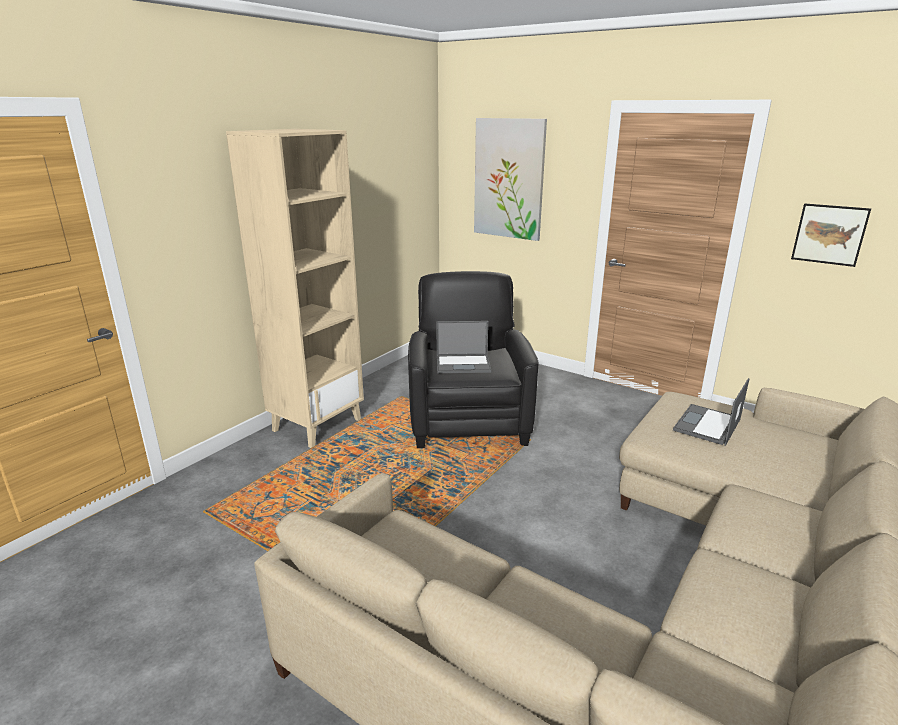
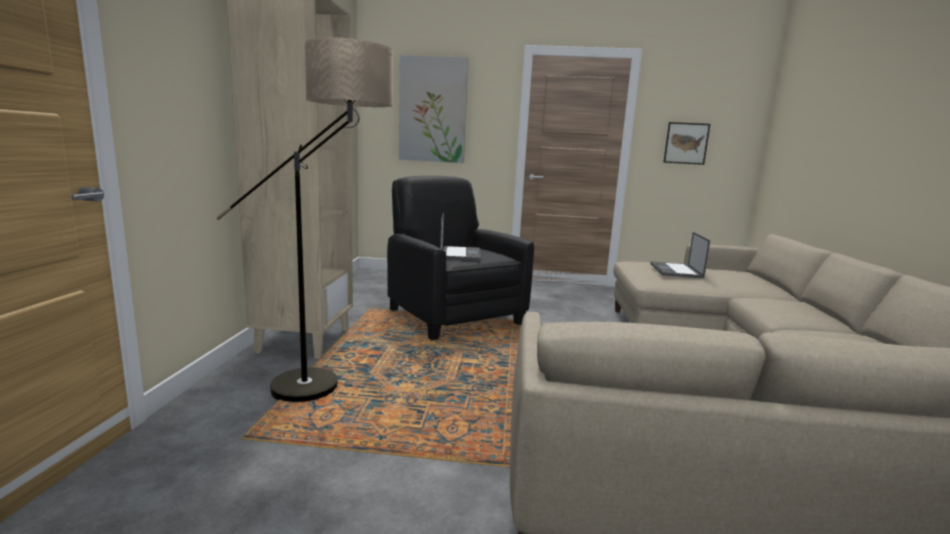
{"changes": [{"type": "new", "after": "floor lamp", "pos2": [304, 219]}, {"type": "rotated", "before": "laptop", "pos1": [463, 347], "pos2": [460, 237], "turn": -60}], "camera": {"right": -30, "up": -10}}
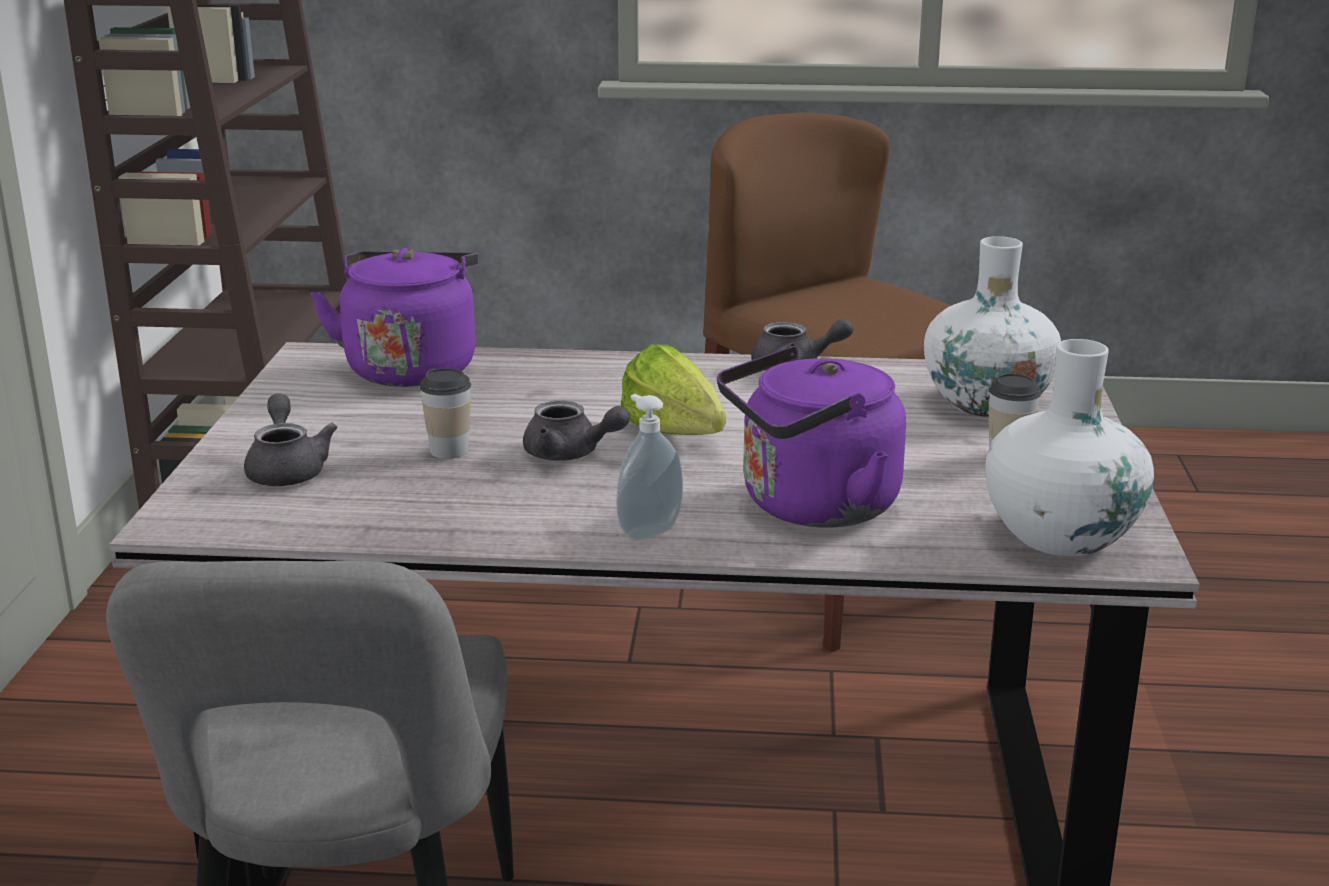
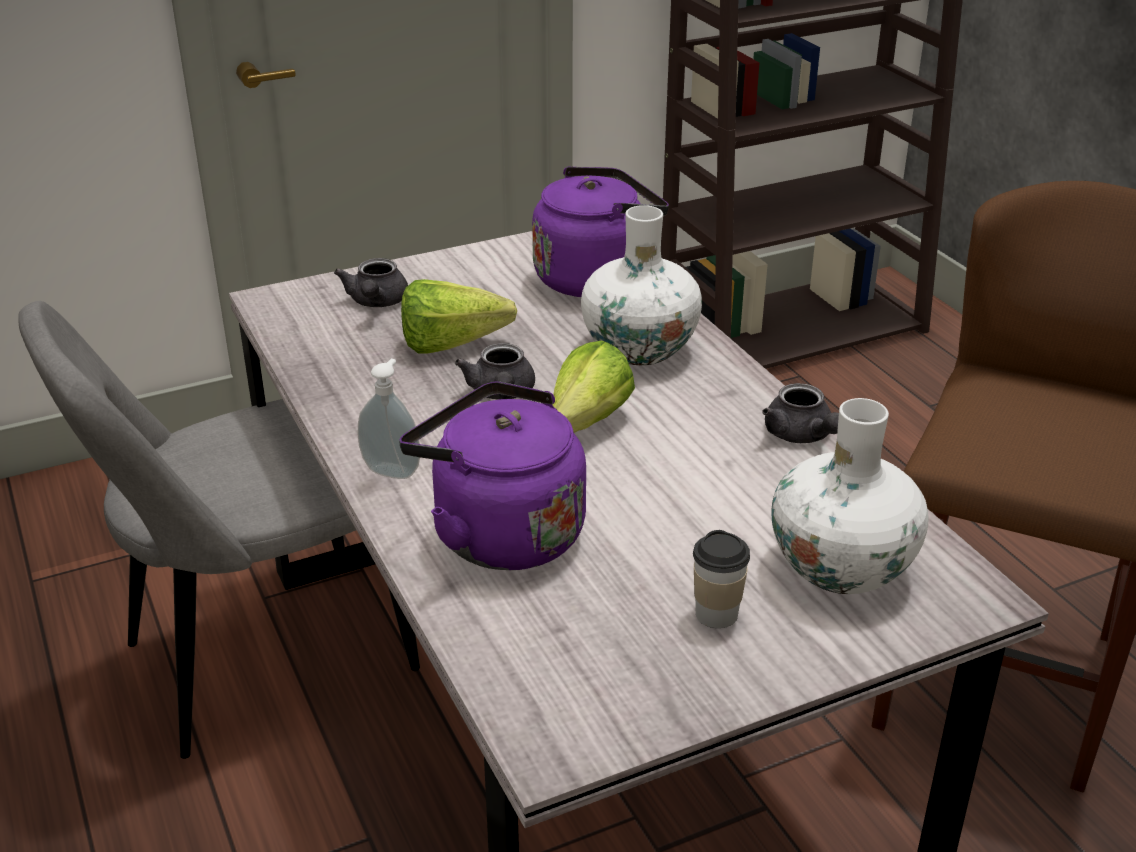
{"changes": [{"type": "shifted", "before": "vase (white)", "pos1": [1069, 447], "pos2": [641, 285]}, {"type": "swapped", "before": "cup", "after": "lettuce", "pos1": [445, 413], "pos2": [459, 316]}, {"type": "rotated", "before": "teapot (grey)", "pos1": [291, 439], "pos2": [371, 282], "turn": 135}], "camera": {"right": 60, "up": 10}}
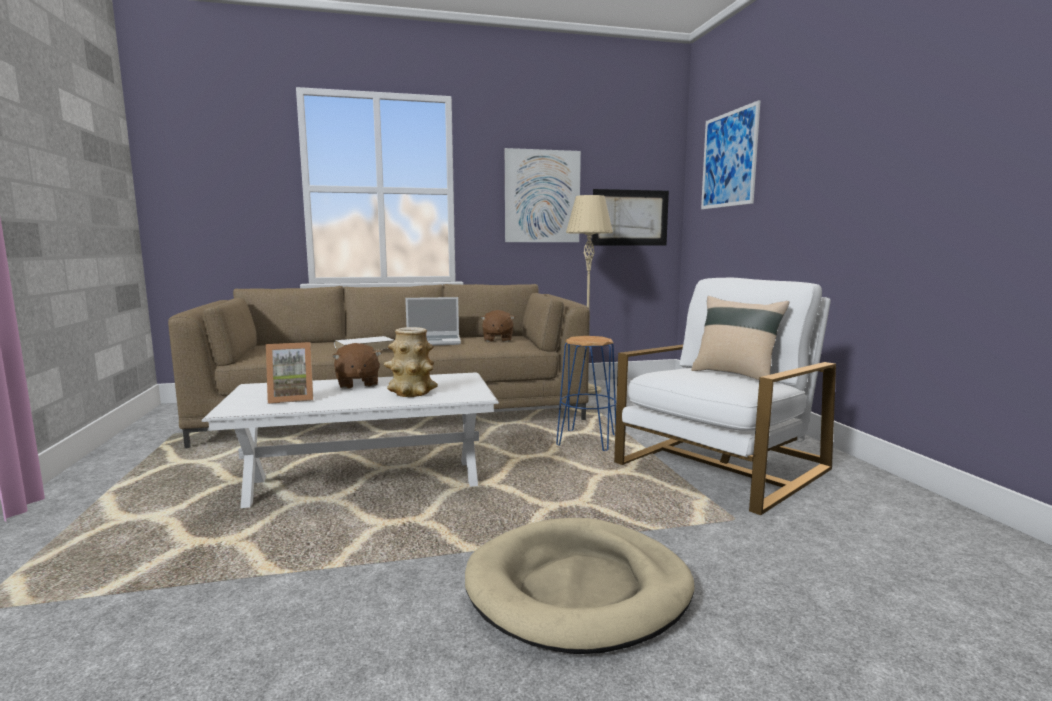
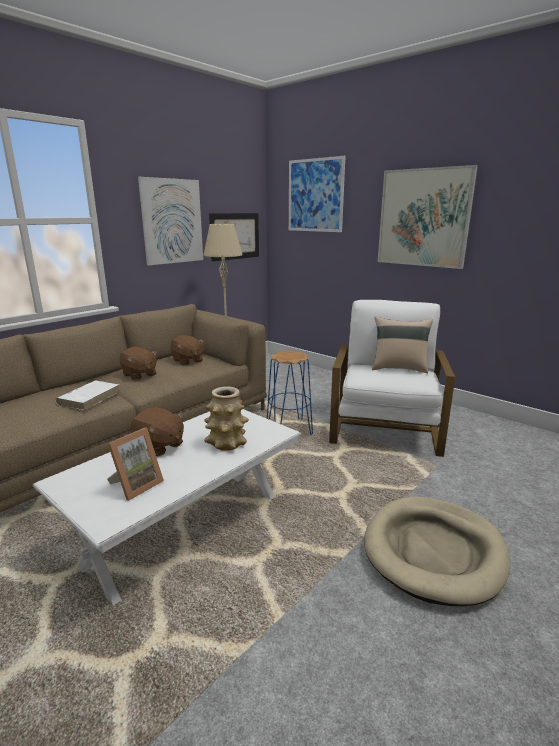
{"changes": [{"type": "new", "after": "picture", "pos2": [428, 217]}, {"type": "swapped", "before": "laptop", "after": "plush toy (brown)", "pos1": [433, 321], "pos2": [138, 363]}], "camera": {"right": -35, "up": 10}}
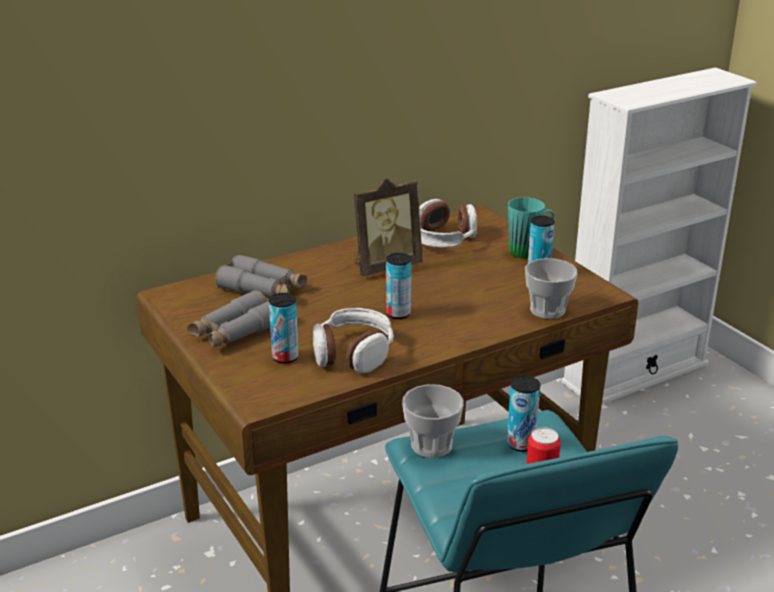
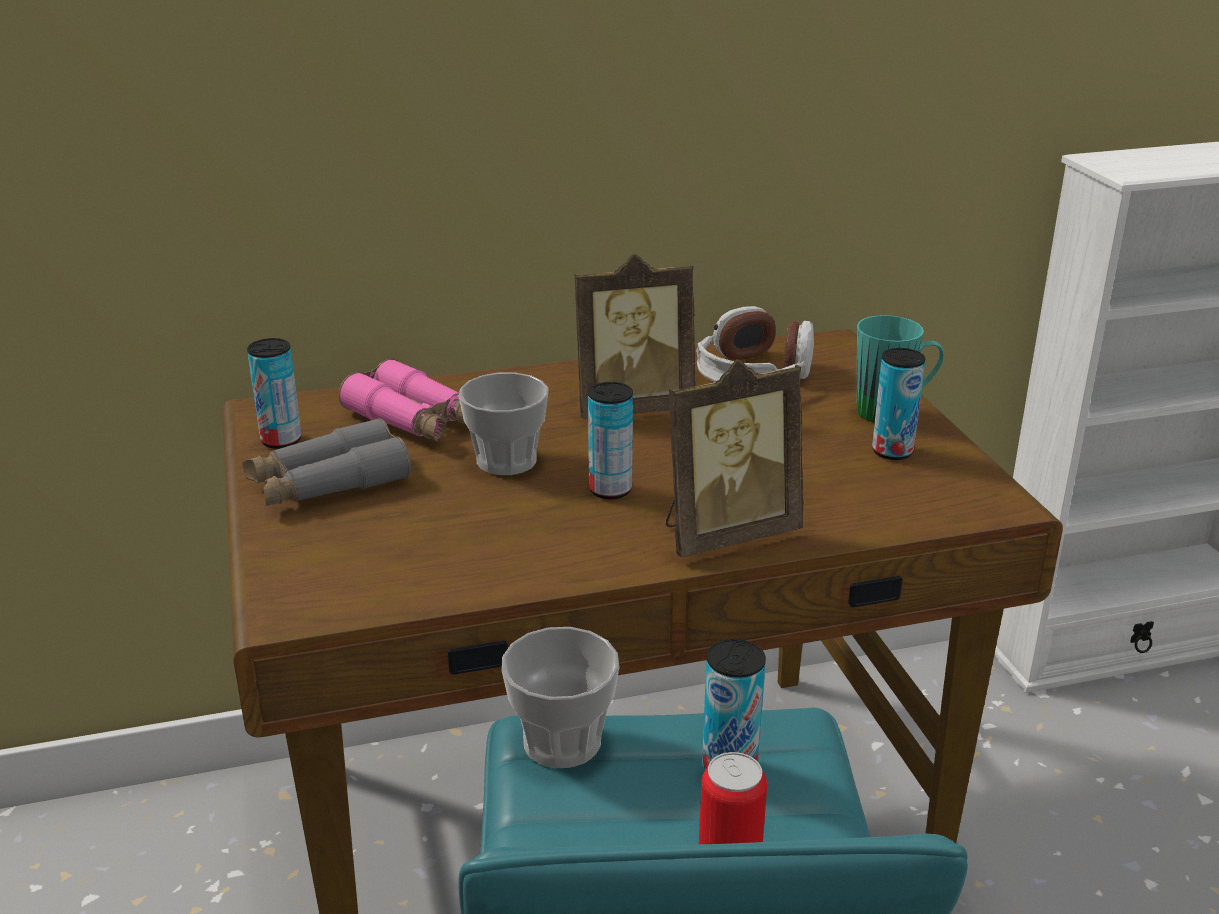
{"changes": [{"type": "gone", "before": "headphones", "pos1": [353, 341]}, {"type": "new", "after": "picture frame", "pos2": [734, 458]}, {"type": "shifted", "before": "can", "pos1": [284, 328], "pos2": [274, 393]}, {"type": "shifted", "before": "cup", "pos1": [551, 288], "pos2": [504, 424]}, {"type": "repainted", "before": "binoculars (grey)", "after": "binoculars (pink)", "pos1": [261, 275], "pos2": [402, 400]}], "camera": {"right": 15, "up": 0}}
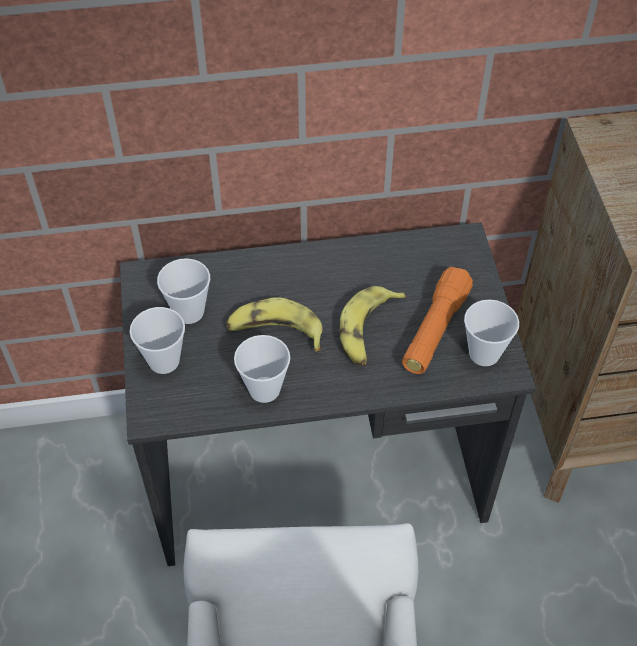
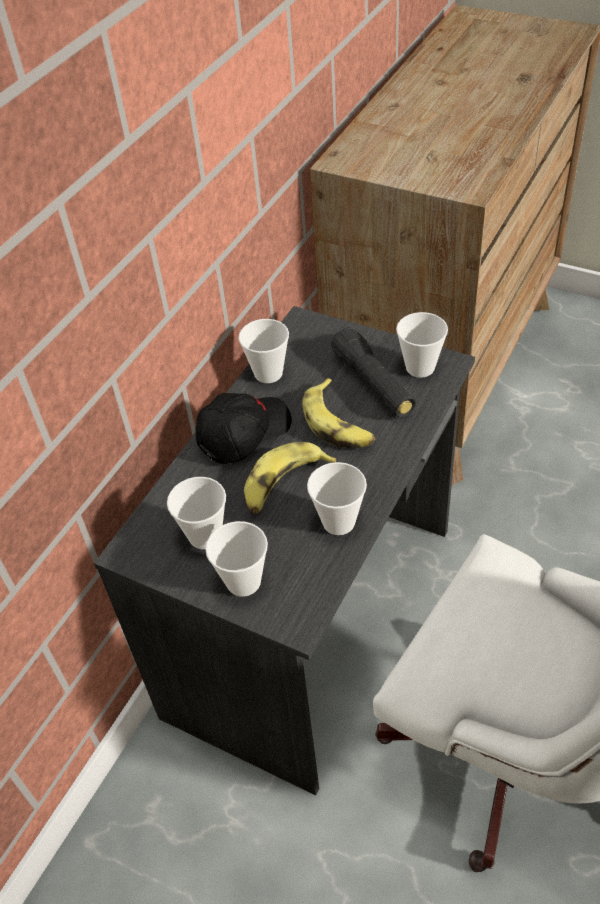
{"changes": [{"type": "new", "after": "cap (black)", "pos2": [244, 428]}, {"type": "new", "after": "cup", "pos2": [264, 351]}, {"type": "repainted", "before": "flashlight (orange)", "after": "flashlight (black)", "pos1": [437, 320], "pos2": [373, 372]}], "camera": {"right": -50, "up": -5}}
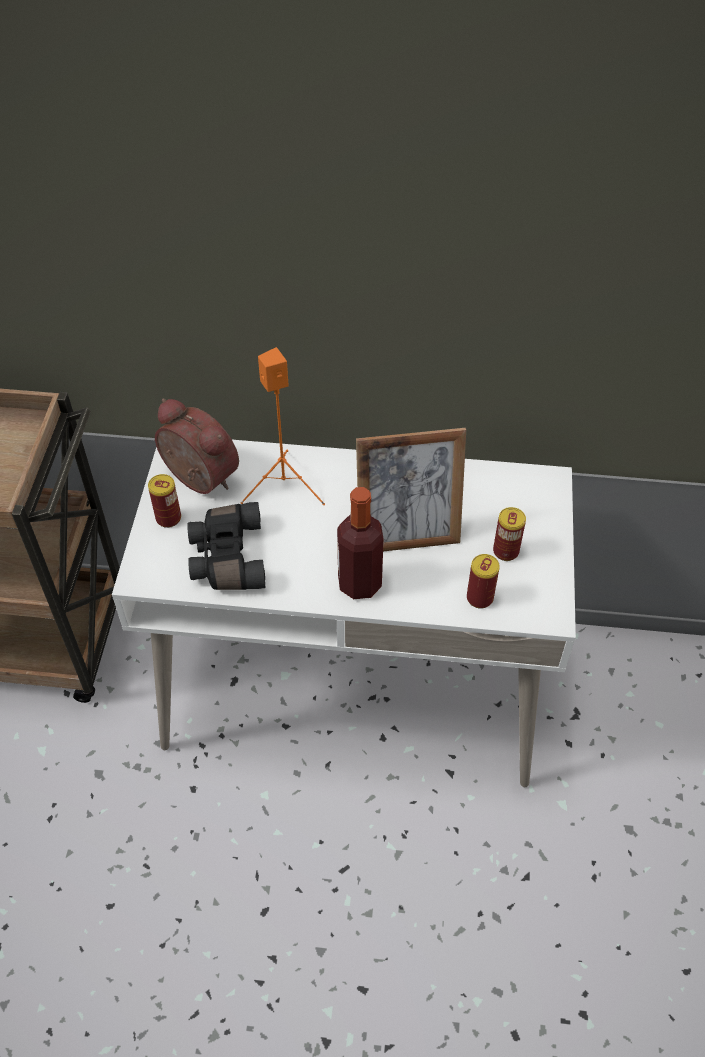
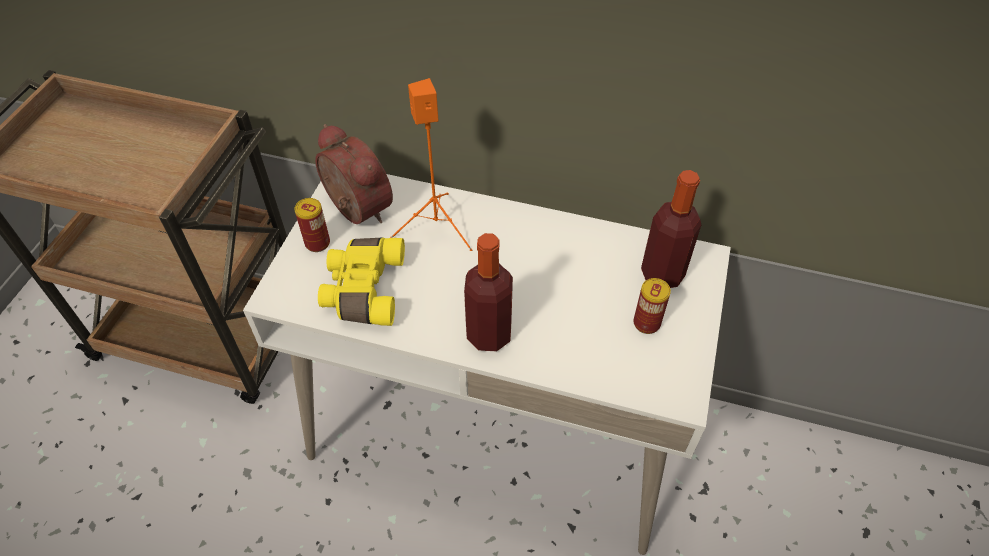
{"changes": [{"type": "gone", "before": "picture frame", "pos1": [411, 489]}, {"type": "gone", "before": "can", "pos1": [483, 581]}, {"type": "new", "after": "bottle", "pos2": [671, 229]}, {"type": "repainted", "before": "binoculars (black)", "after": "binoculars (yellow)", "pos1": [226, 546], "pos2": [361, 281]}], "camera": {"right": 10, "up": 0}}
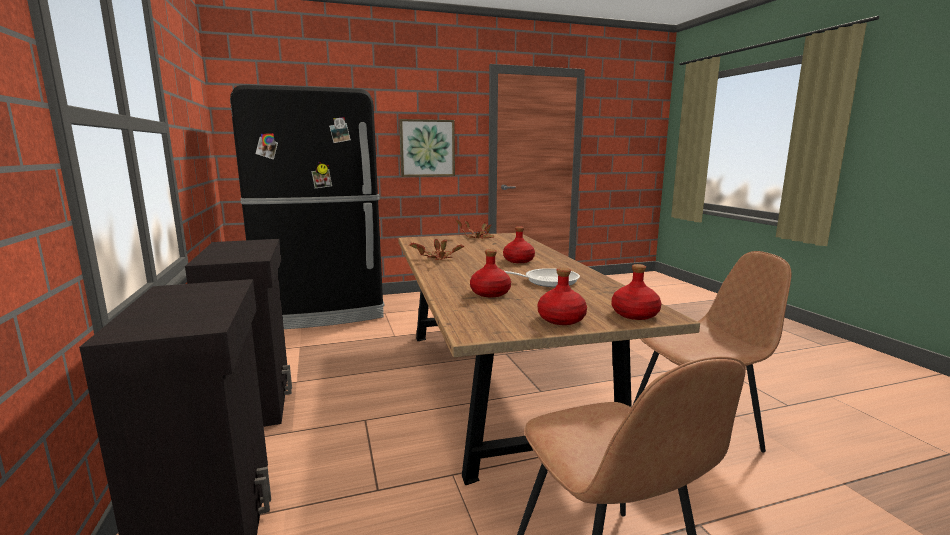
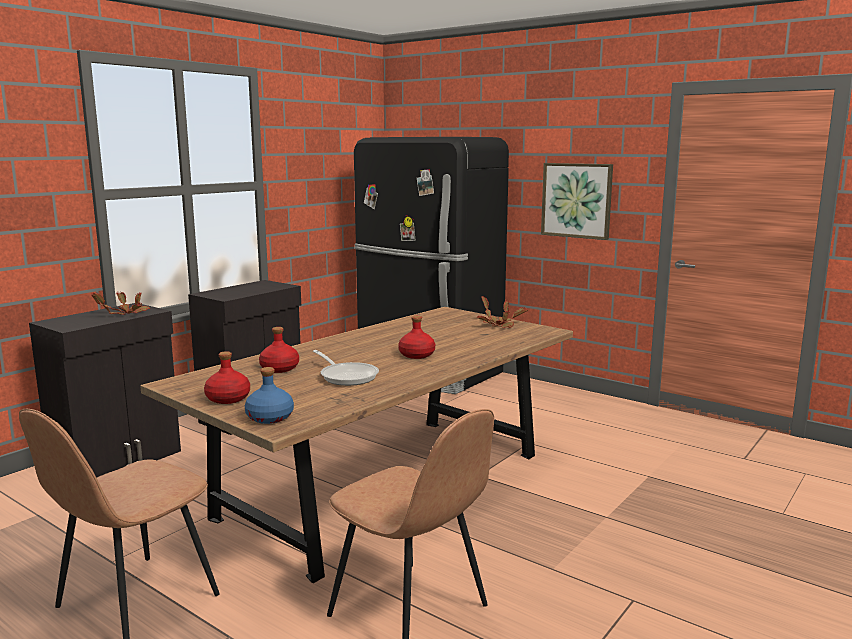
{"changes": [{"type": "shifted", "before": "potted plant", "pos1": [436, 249], "pos2": [120, 303]}, {"type": "repainted", "before": "bottle (red)", "after": "bottle (blue)", "pos1": [637, 292], "pos2": [269, 395]}], "camera": {"right": 55, "up": 0}}
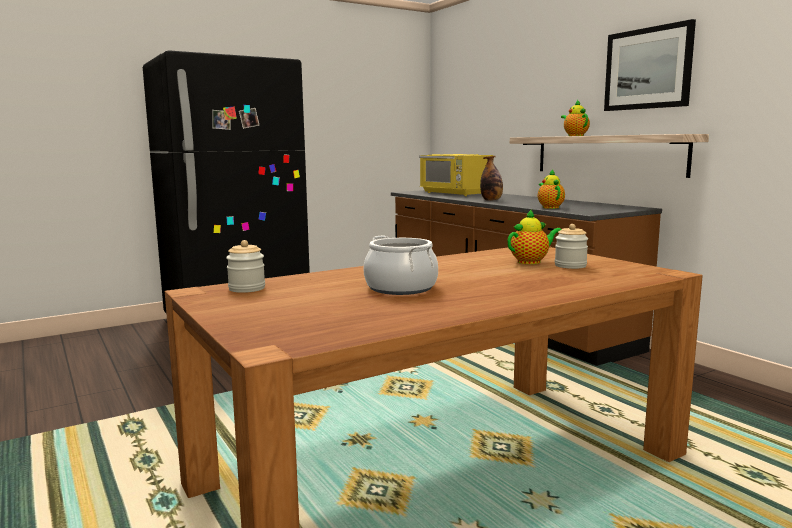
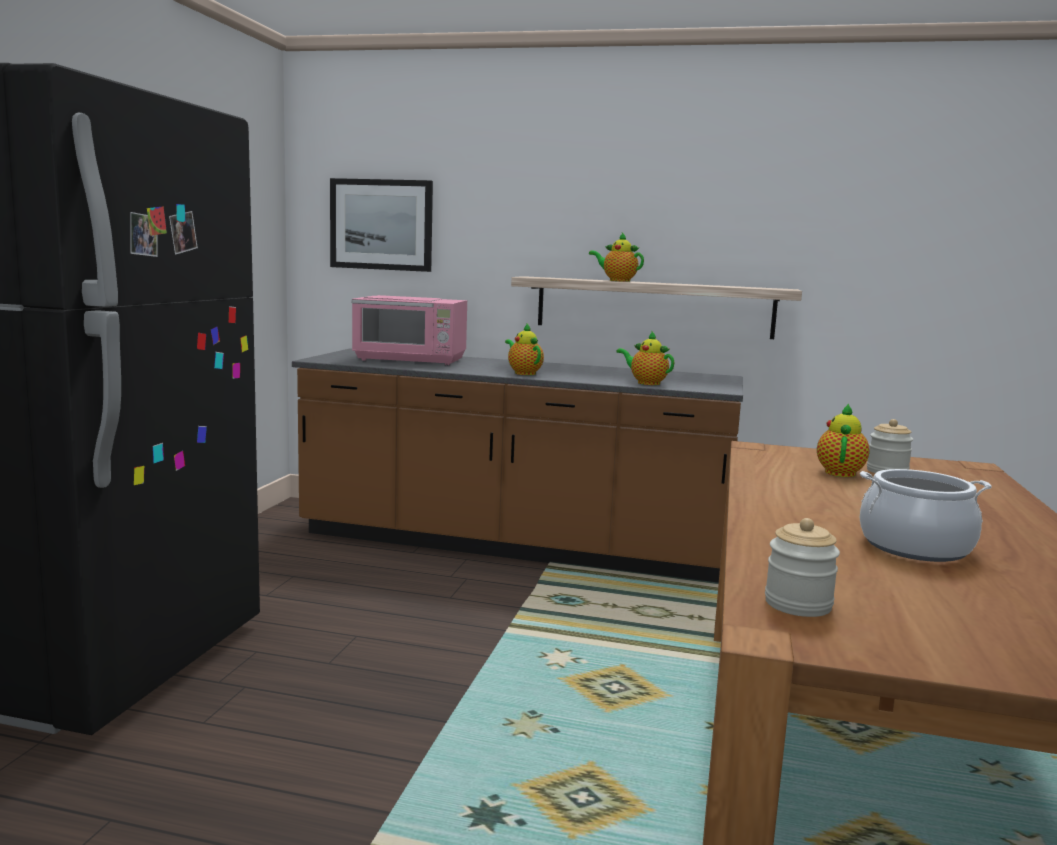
{"changes": [{"type": "shifted", "before": "picture", "pos1": [650, 65], "pos2": [381, 225]}, {"type": "swapped", "before": "bottle", "after": "teapot", "pos1": [491, 178], "pos2": [524, 349]}, {"type": "repainted", "before": "microwave (yellow)", "after": "microwave (pink)", "pos1": [456, 175], "pos2": [409, 330]}], "camera": {"right": -45, "up": 0}}
